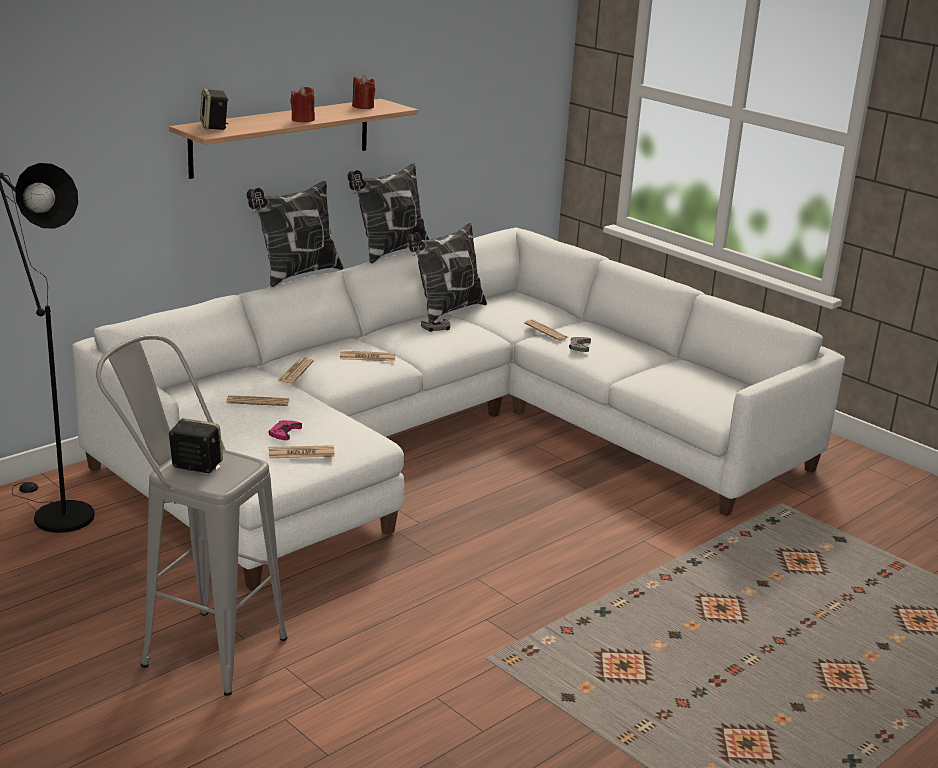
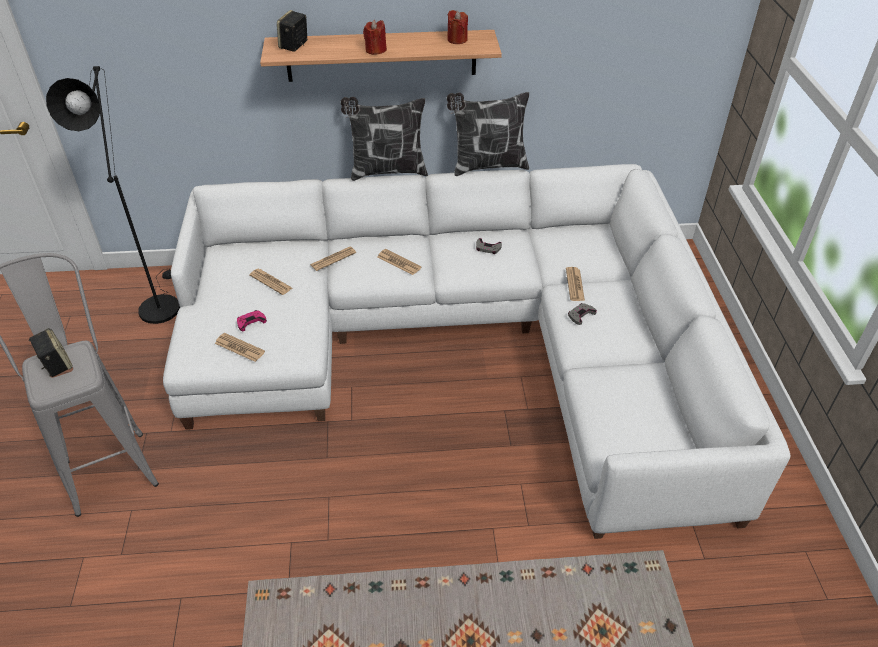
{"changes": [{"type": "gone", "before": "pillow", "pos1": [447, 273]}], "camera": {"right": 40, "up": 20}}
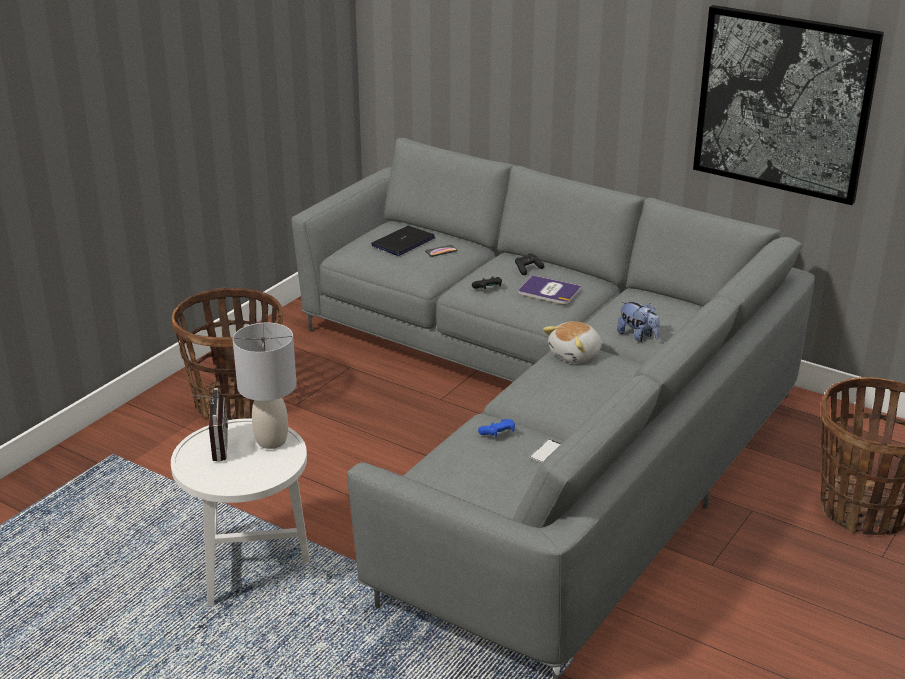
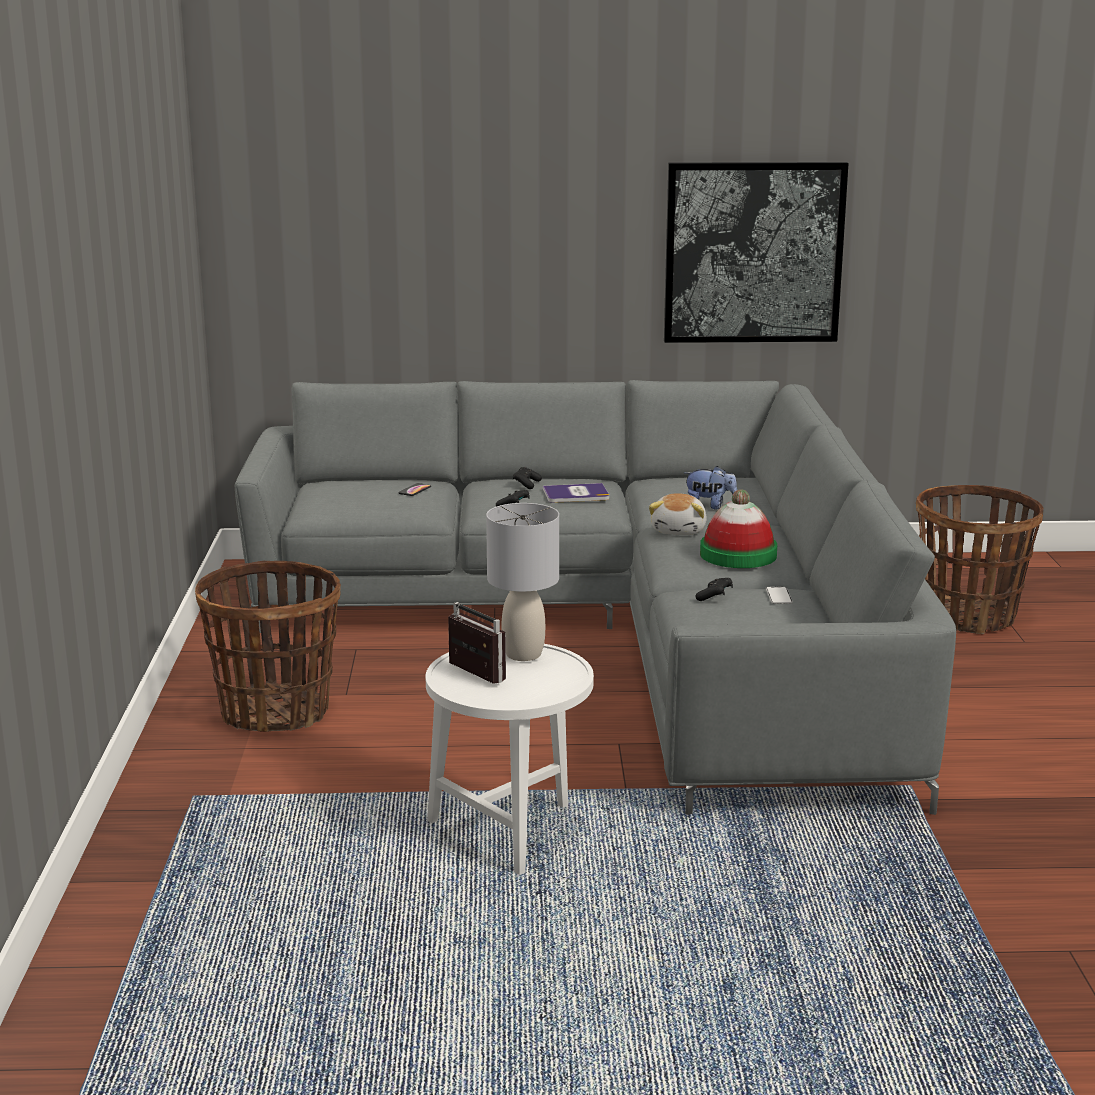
{"changes": [{"type": "gone", "before": "laptop", "pos1": [403, 241]}, {"type": "new", "after": "hat", "pos2": [738, 528]}, {"type": "repainted", "before": "game controller (blue)", "after": "game controller (black)", "pos1": [496, 428], "pos2": [714, 589]}], "camera": {"right": -35, "up": -10}}
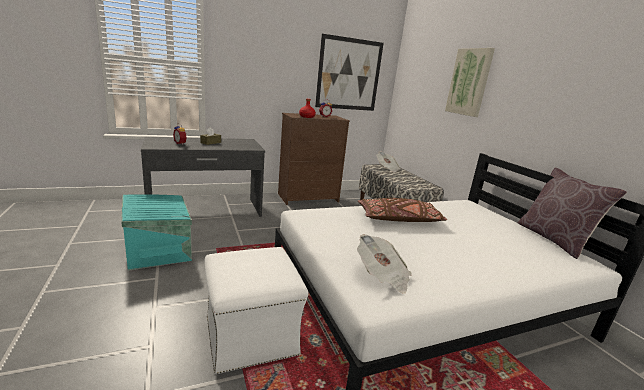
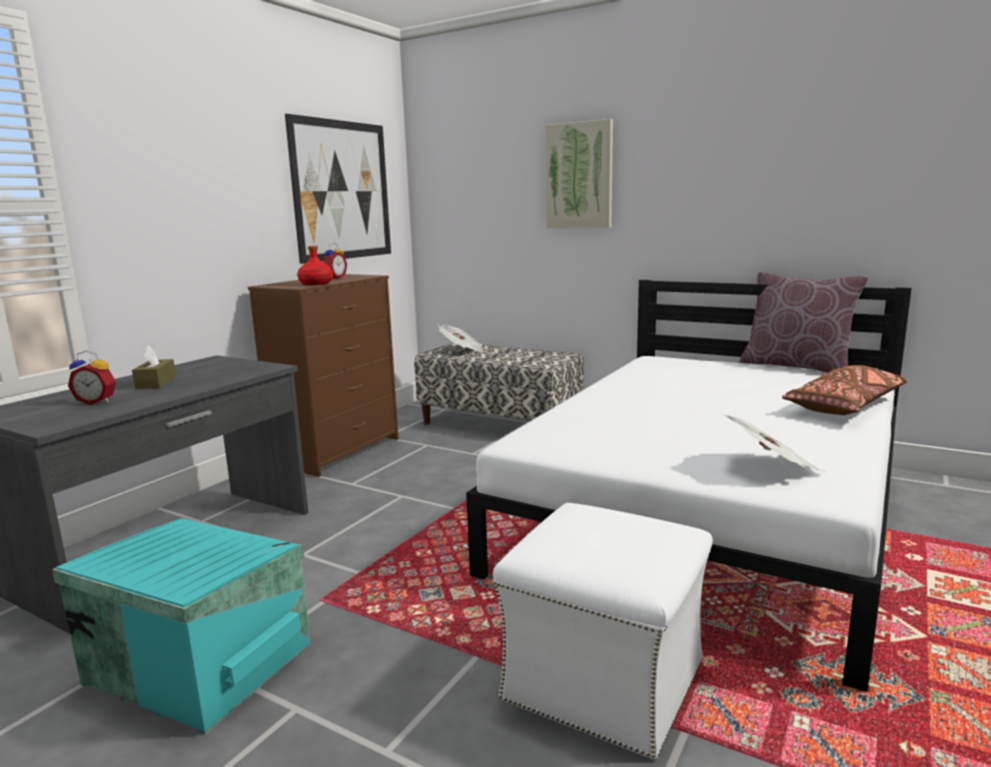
{"changes": [{"type": "shifted", "before": "pillow (brown)", "pos1": [402, 210], "pos2": [845, 390]}], "camera": {"right": -35, "up": -5}}
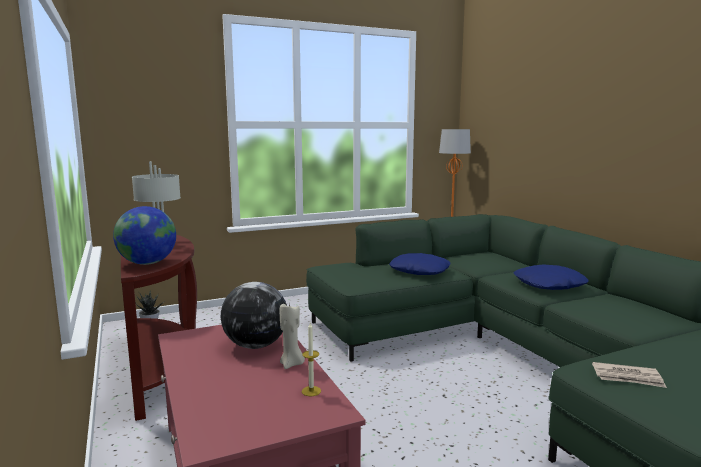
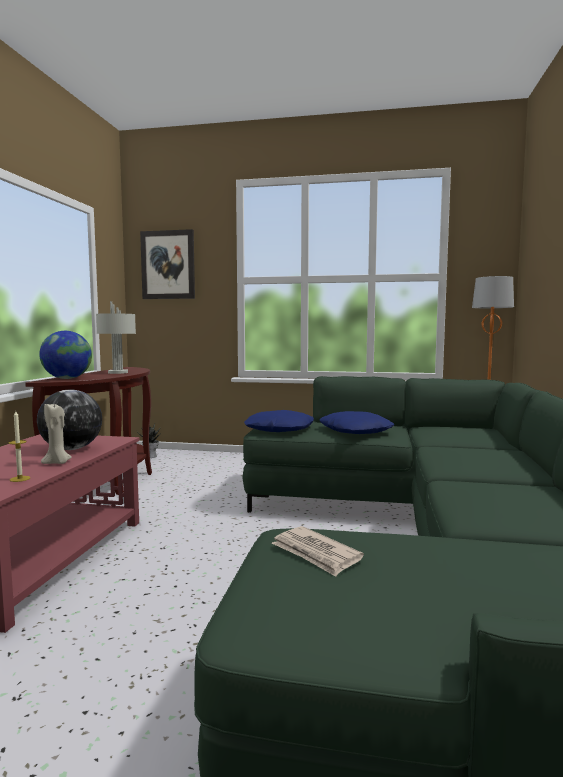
{"changes": [{"type": "new", "after": "picture", "pos2": [167, 264]}, {"type": "shifted", "before": "pillow (blue)", "pos1": [551, 277], "pos2": [279, 421]}], "camera": {"right": 35, "up": -5}}
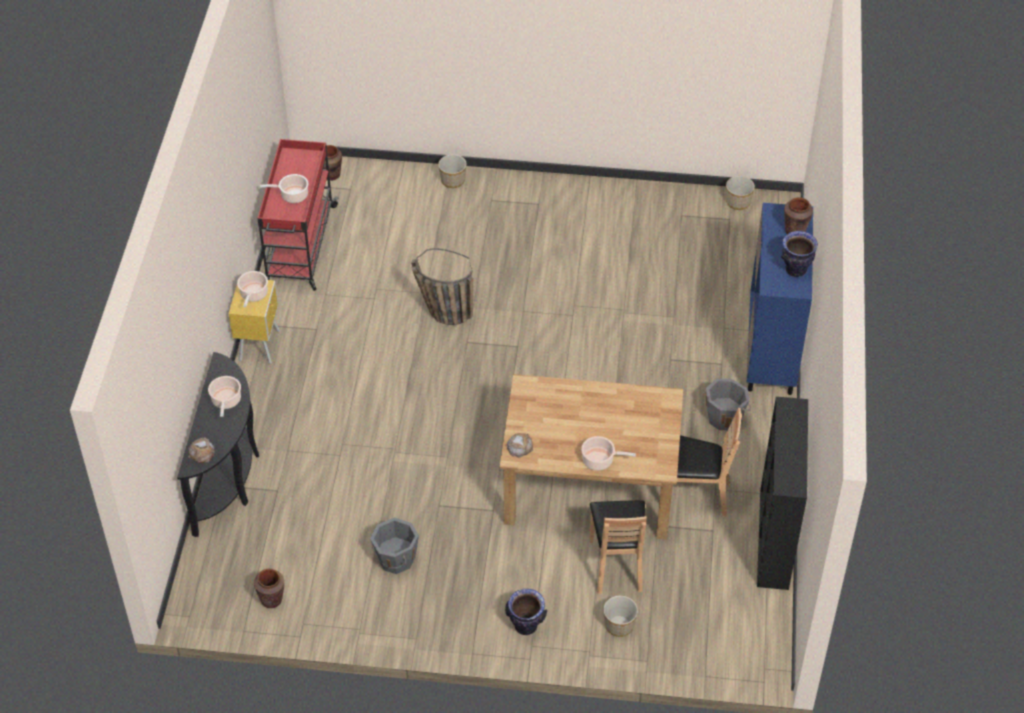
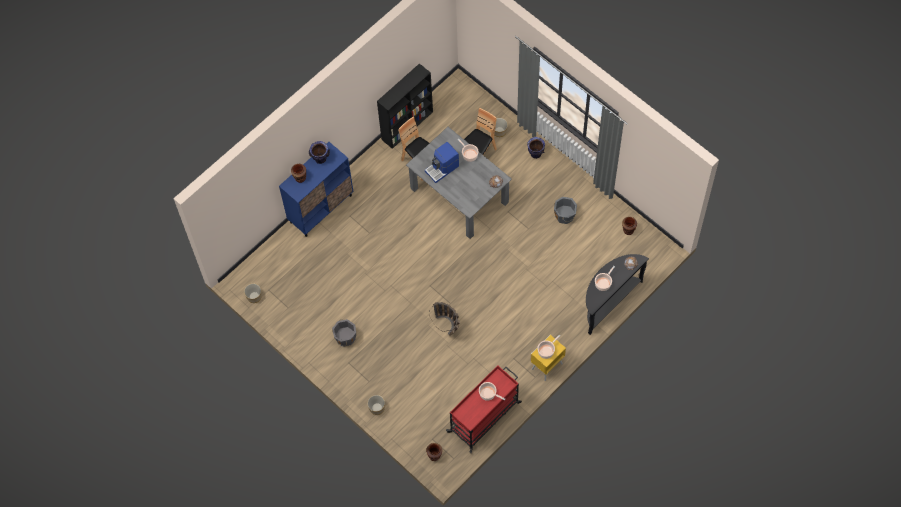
{"changes": [{"type": "new", "after": "coffee machine", "pos2": [442, 162]}, {"type": "shifted", "before": "bucket (grey)", "pos1": [728, 404], "pos2": [344, 333]}, {"type": "repainted", "before": "dining table (brown)", "after": "dining table (grey)", "pos1": [591, 456], "pos2": [459, 183]}], "camera": {"right": -140, "up": 15}}
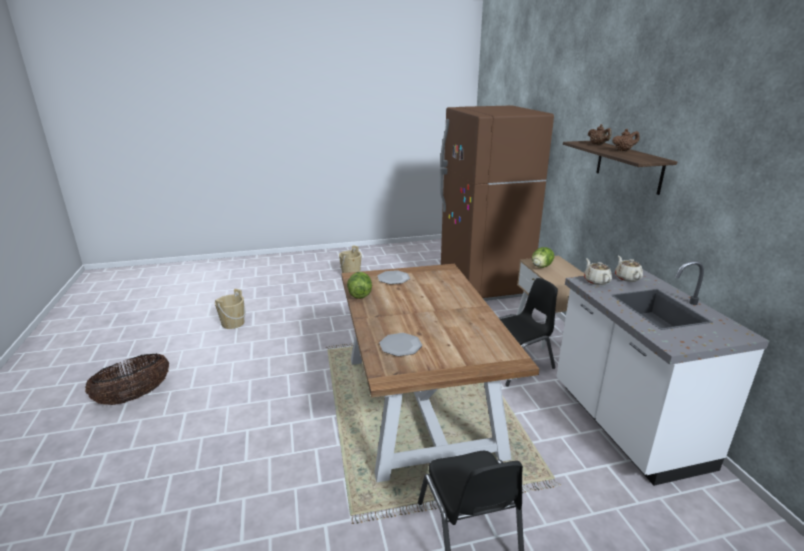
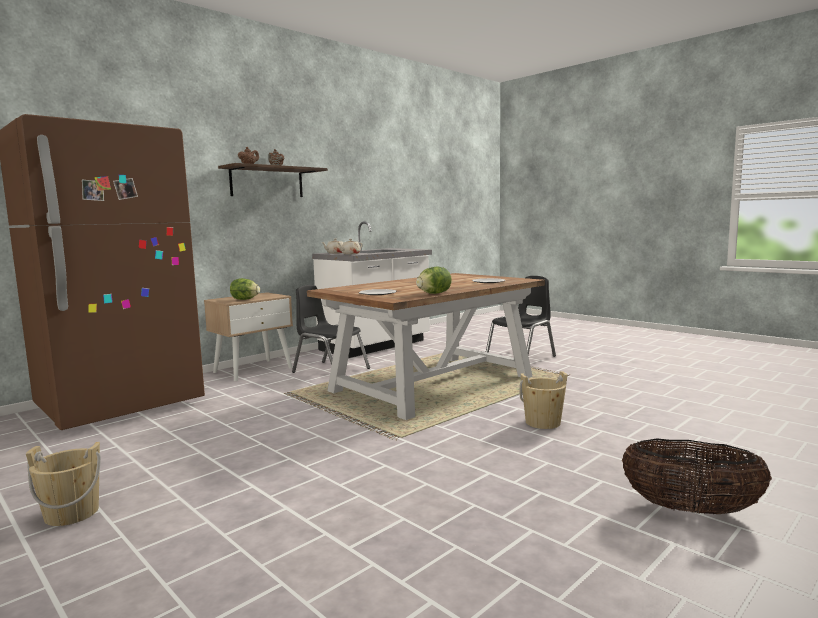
{"changes": [{"type": "shifted", "before": "bucket (beige)", "pos1": [230, 309], "pos2": [544, 400]}], "camera": {"right": -120, "up": -15}}
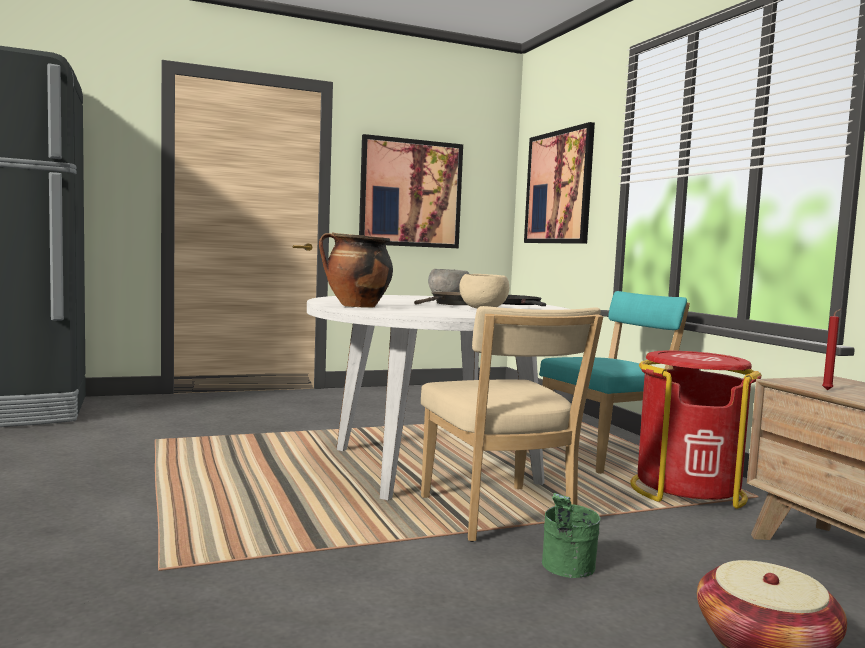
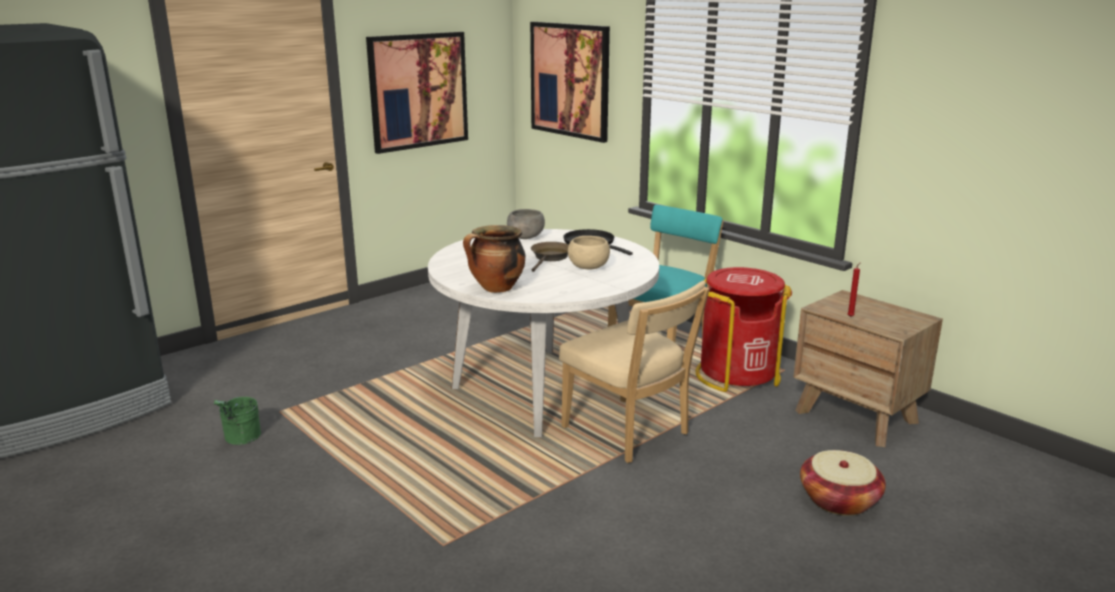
{"changes": [{"type": "shifted", "before": "bucket (green)", "pos1": [571, 535], "pos2": [237, 421]}], "camera": {"right": -20, "up": 15}}
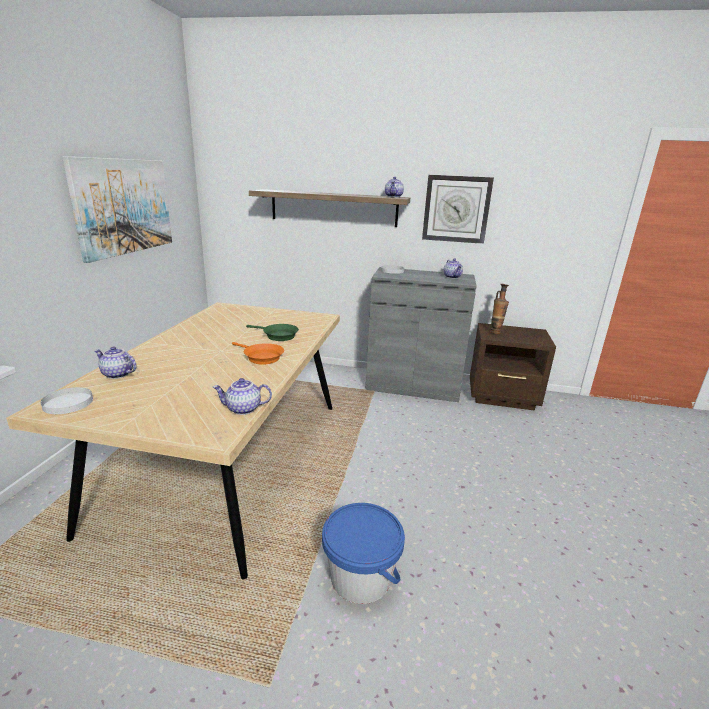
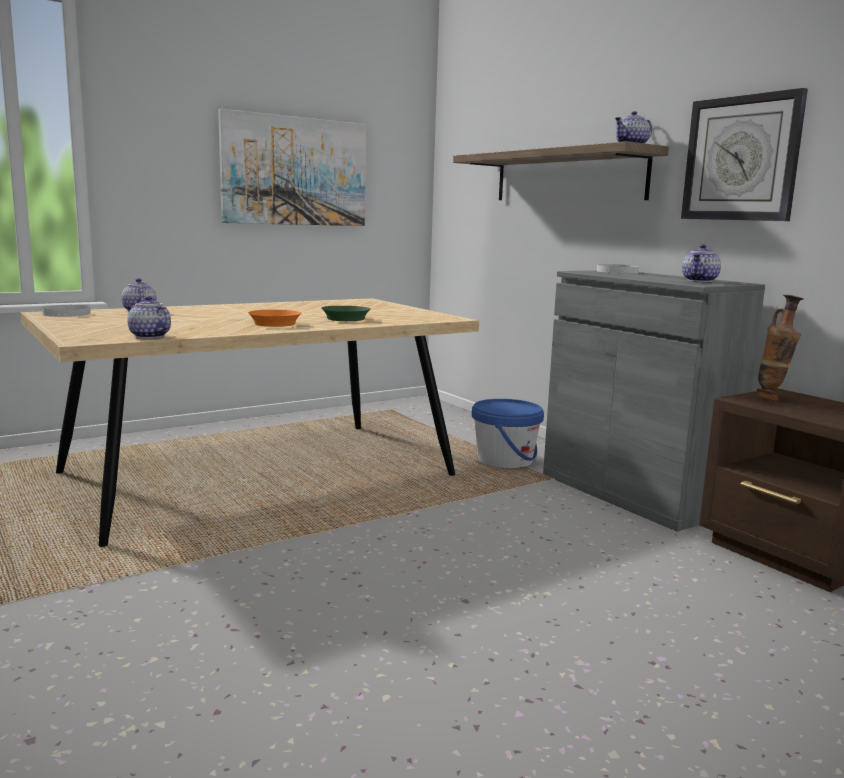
{"changes": [{"type": "shifted", "before": "bucket (blue)", "pos1": [363, 553], "pos2": [508, 433]}], "camera": {"right": 45, "up": -10}}
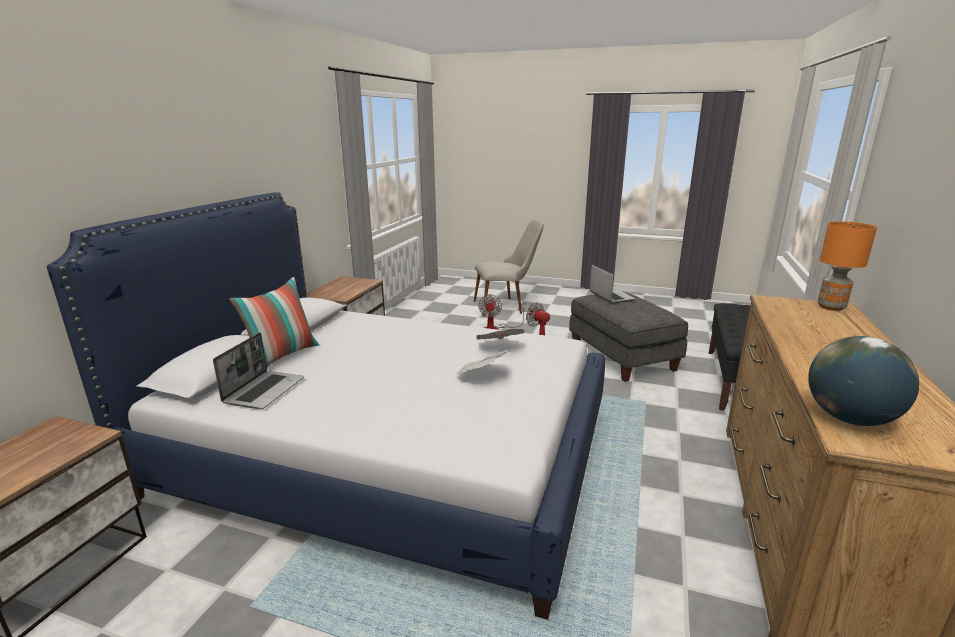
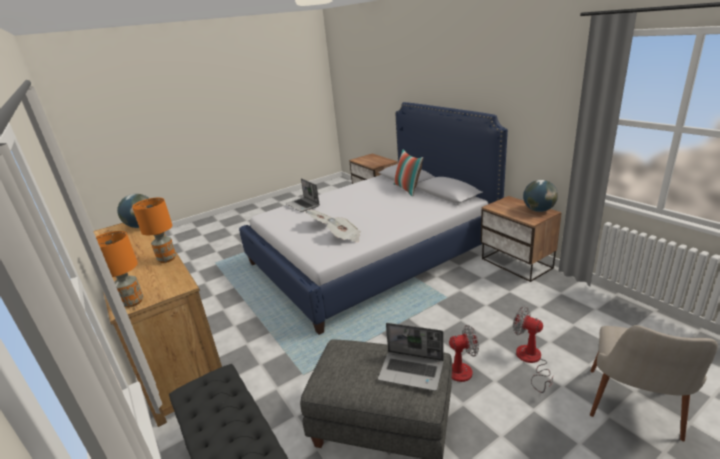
{"changes": [{"type": "new", "after": "table lamp (orange)", "pos2": [154, 230]}, {"type": "new", "after": "globe", "pos2": [540, 196]}, {"type": "shifted", "before": "laptop", "pos1": [258, 371], "pos2": [303, 195]}], "camera": {"right": 130, "up": 5}}
